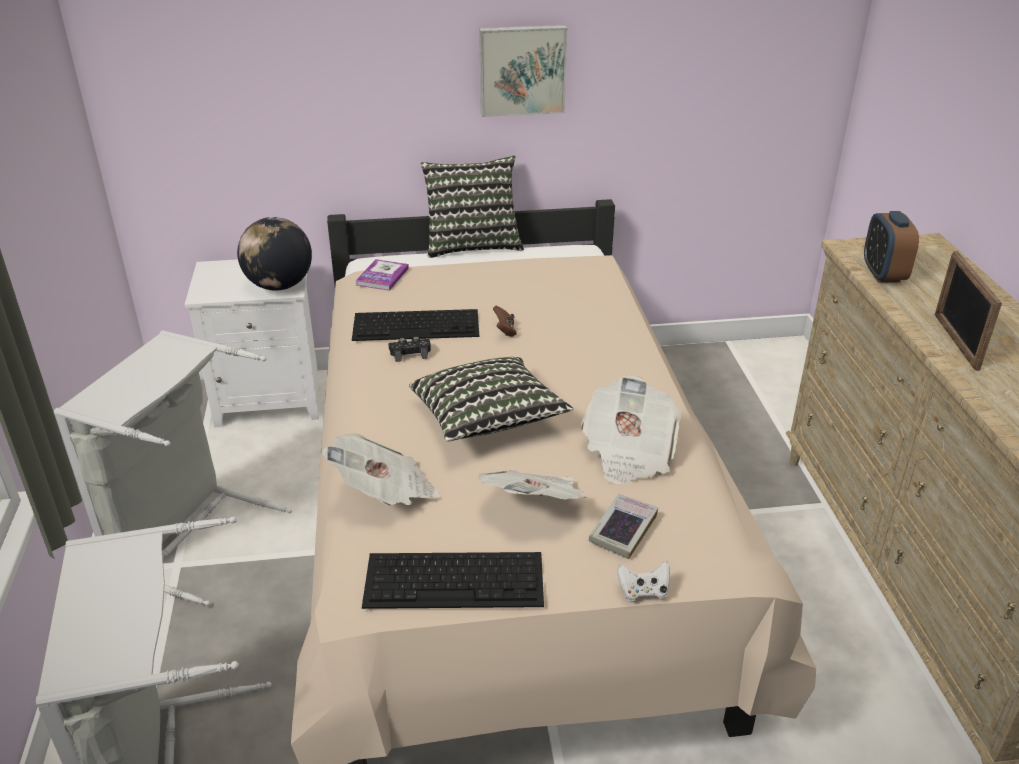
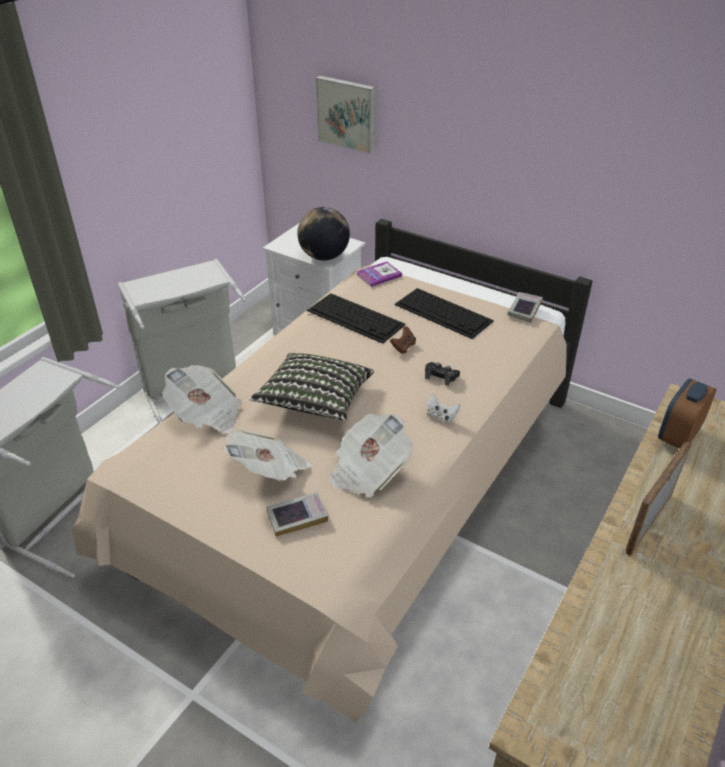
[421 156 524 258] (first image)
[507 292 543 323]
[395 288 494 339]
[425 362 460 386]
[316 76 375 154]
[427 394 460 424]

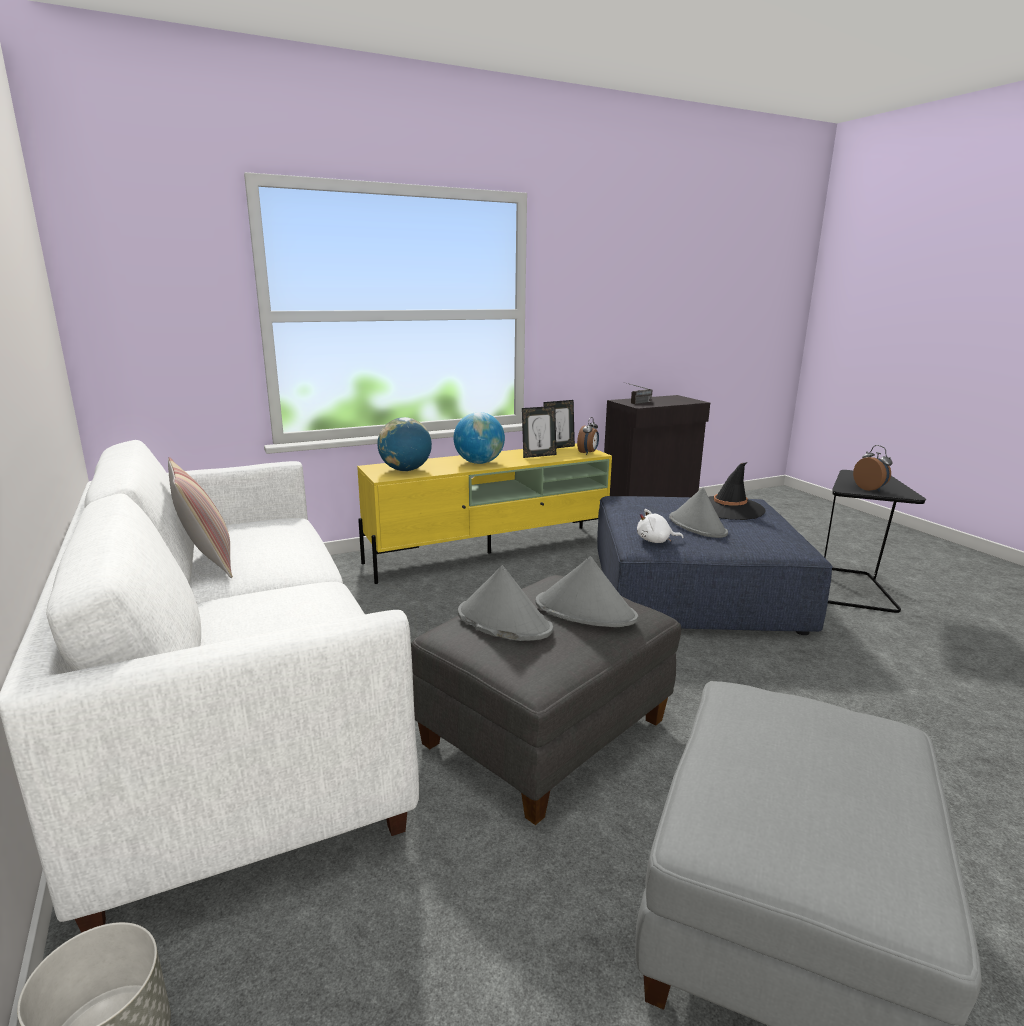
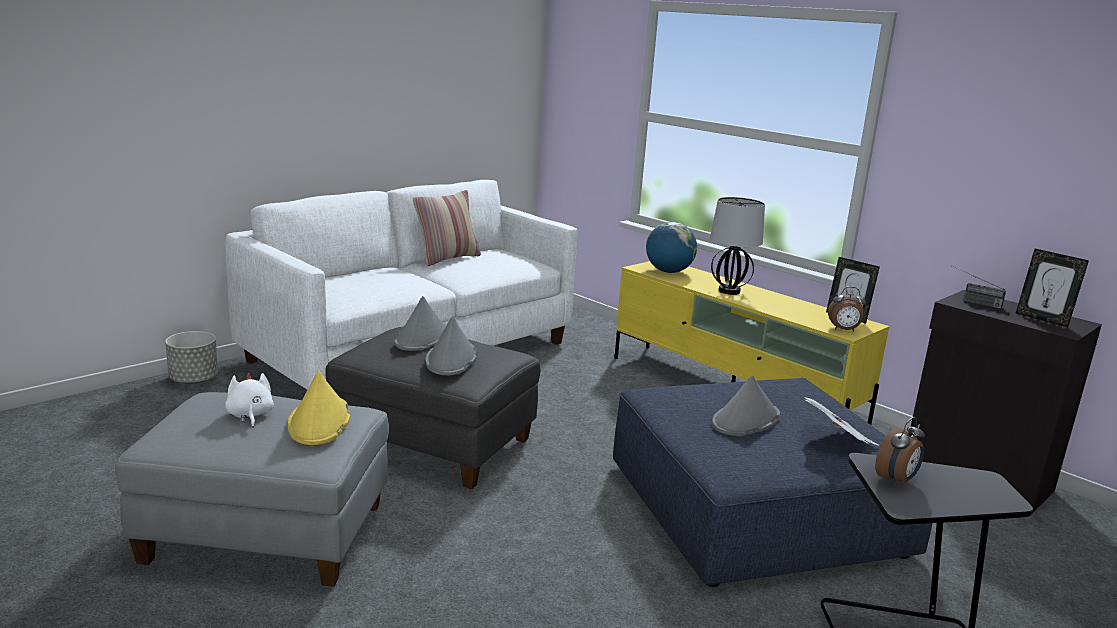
[288 371 351 445]
[1016 249 1089 327]
[225 373 274 428]
[710 197 765 295]
[804 397 879 445]

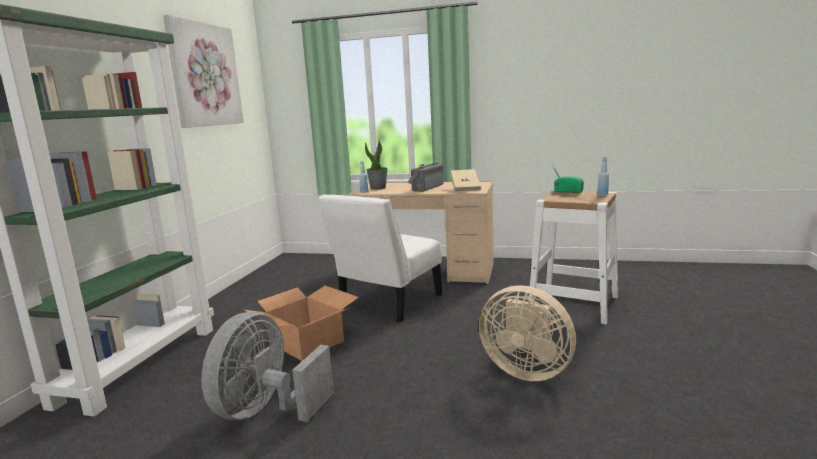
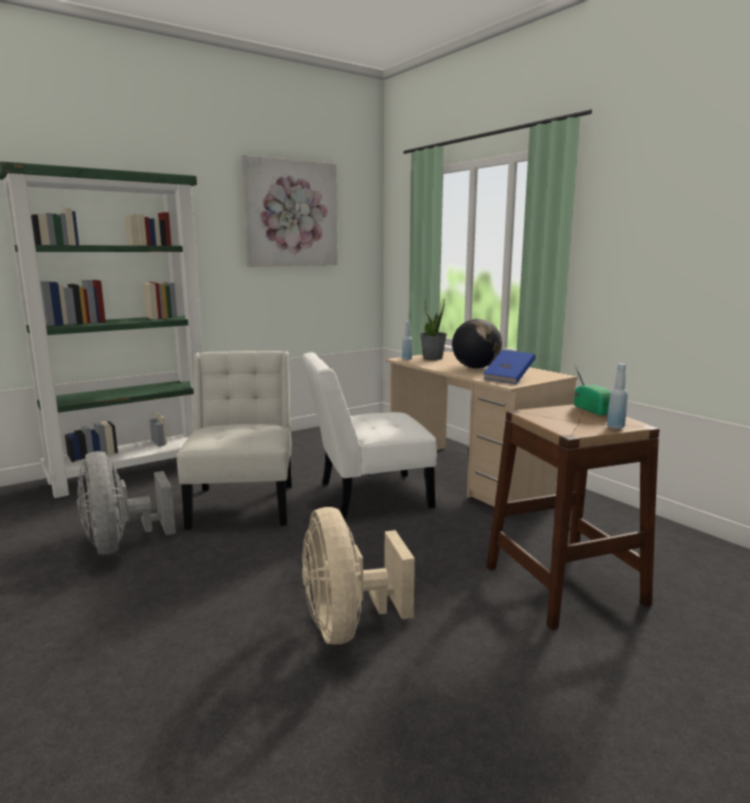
[177 351 292 530]
[452 319 502 368]
[483 350 536 384]
[486 404 659 630]
[77 451 176 555]

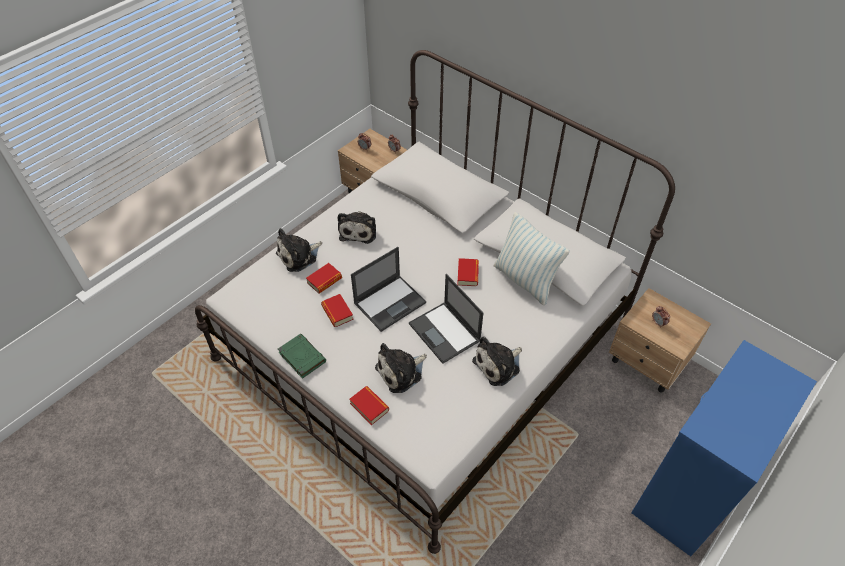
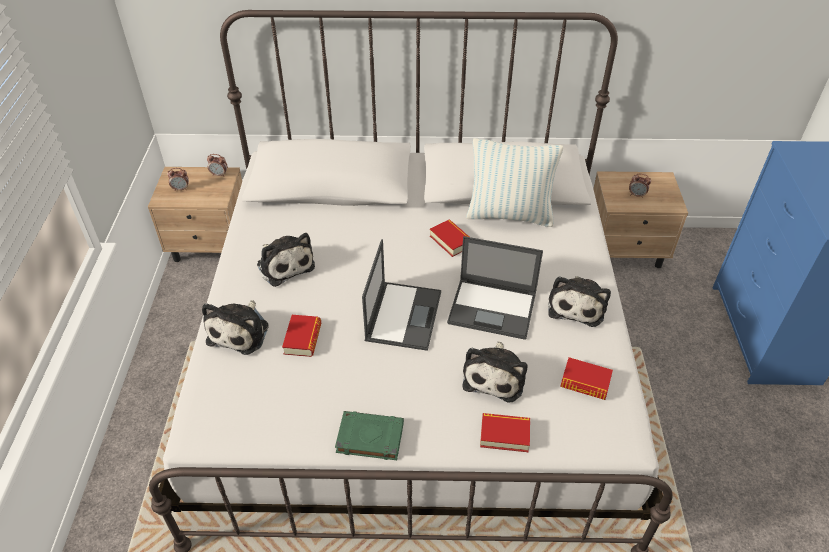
[560 357 613 400]

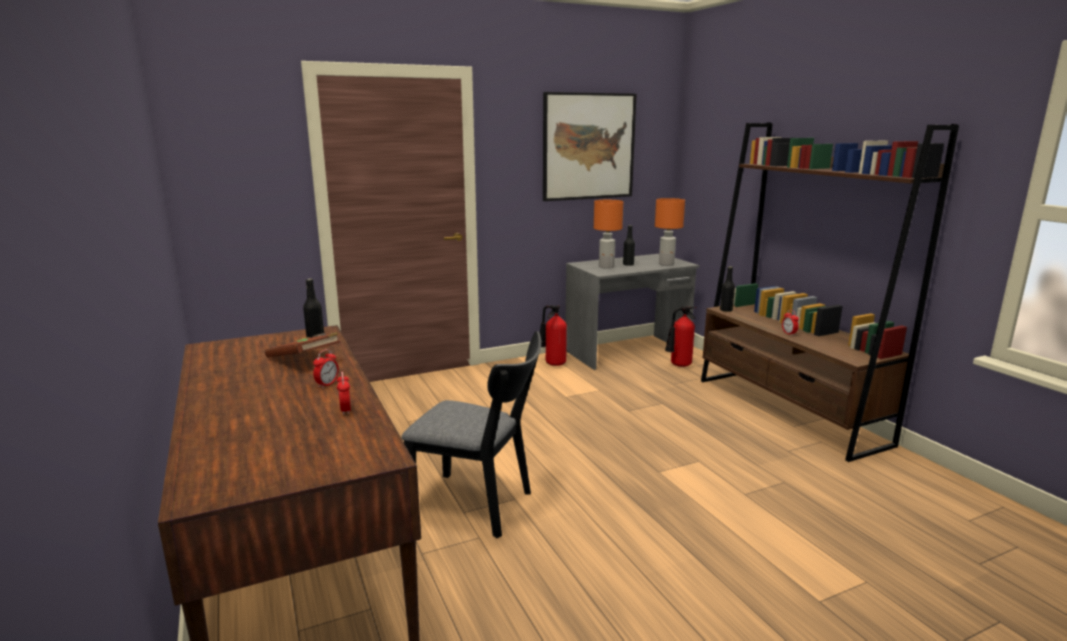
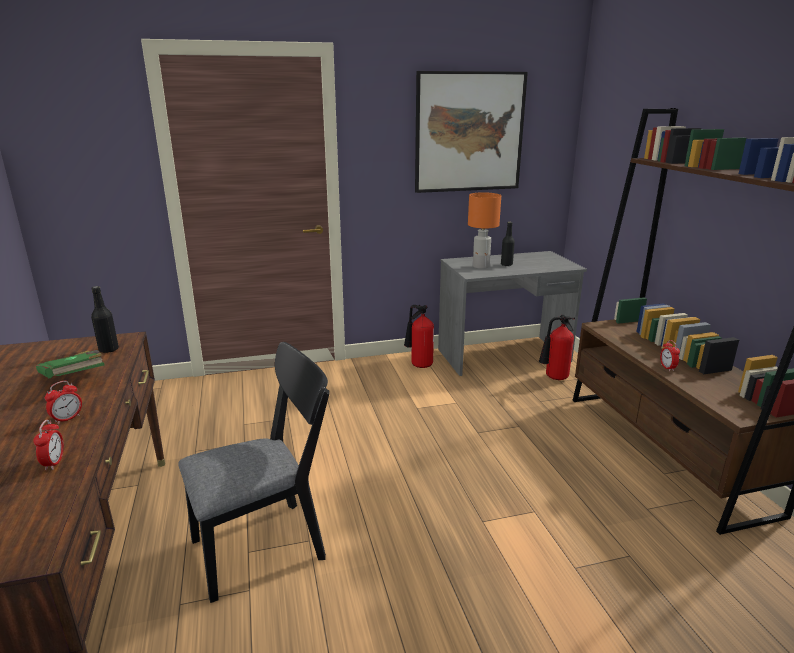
[655 198 685 266] (first image)
[720 266 735 312] (first image)
[36 350 105 378]
[178 342 330 603]

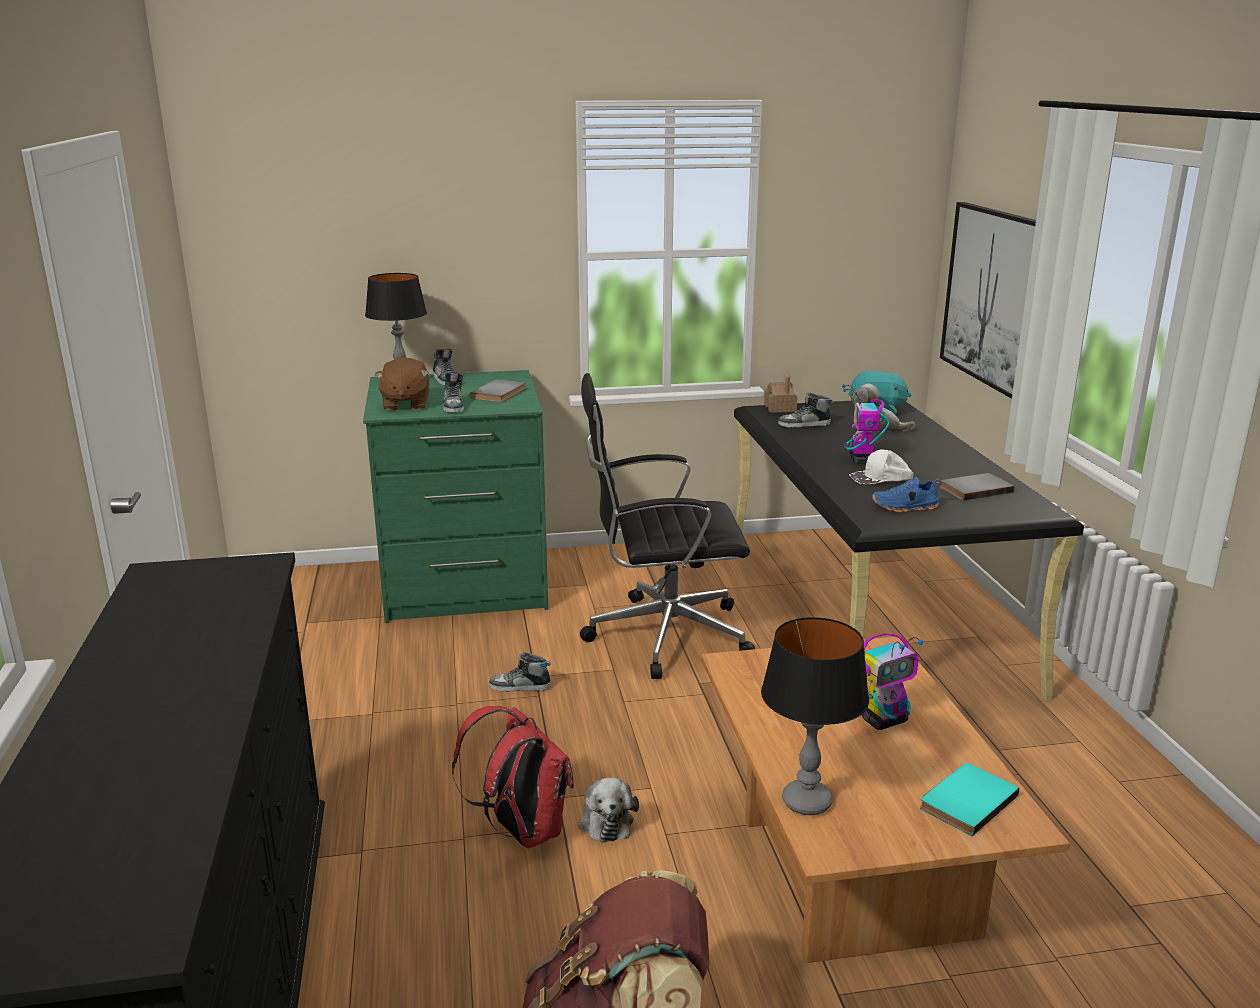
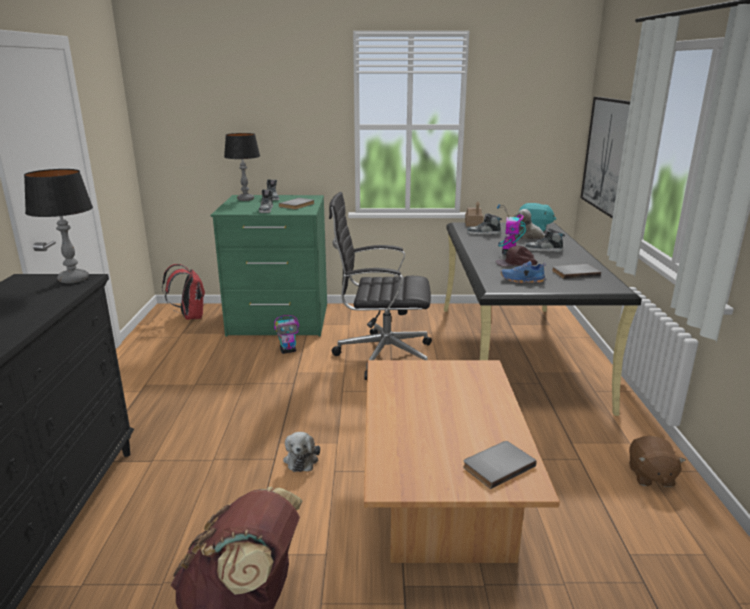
[629 436 686 487]
[162 264 205 320]
[525 228 565 252]
[24 169 93 284]
[274 315 300 354]
[496 245 538 267]
[463 441 537 489]

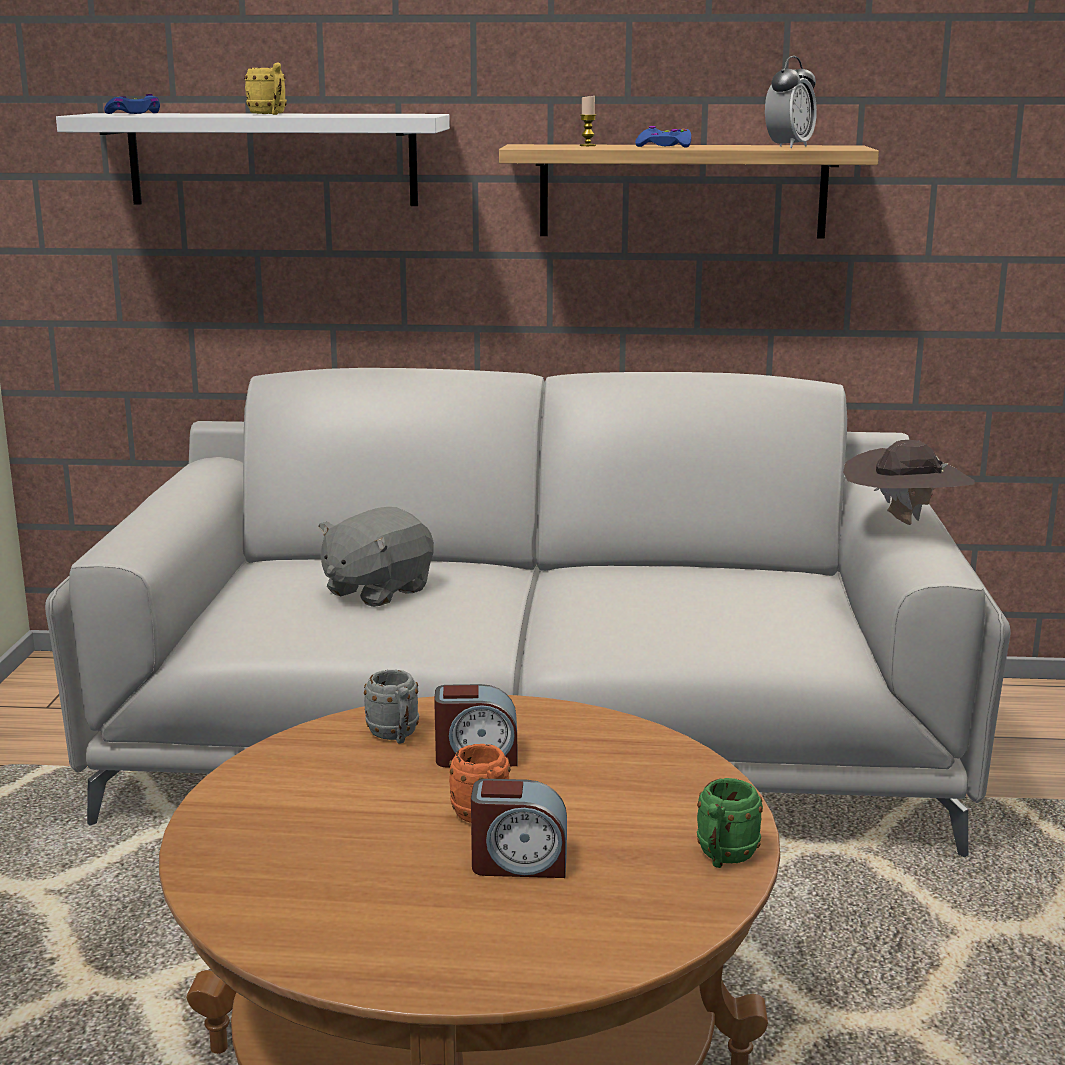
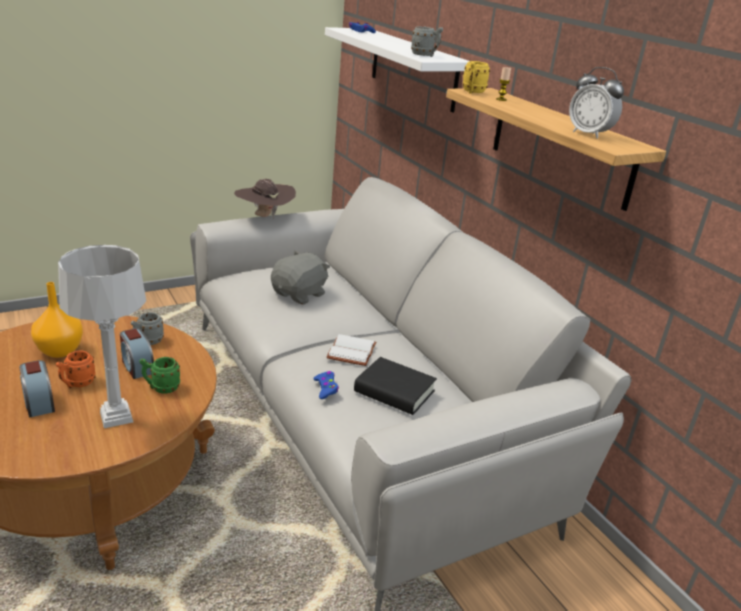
[31 282 83 358]
[58 245 146 428]
[327 334 376 366]
[354 357 437 415]
[411 26 443 57]
[463 61 490 94]
[313 371 339 399]
[140 357 180 394]
[234 179 296 219]
[271 251 330 305]
[569 67 624 139]

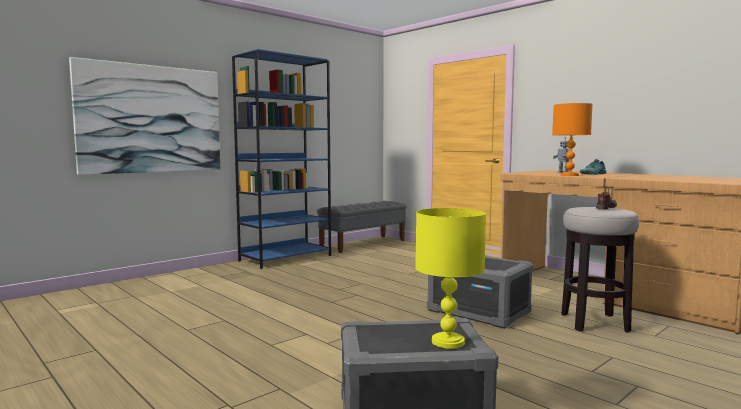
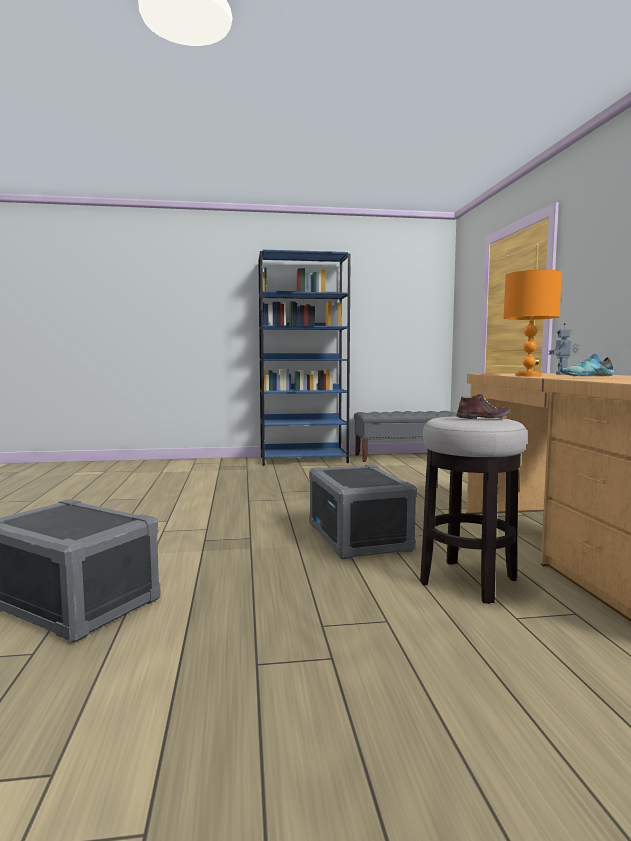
[69 57 220 175] (first image)
[415 208 486 349] (first image)

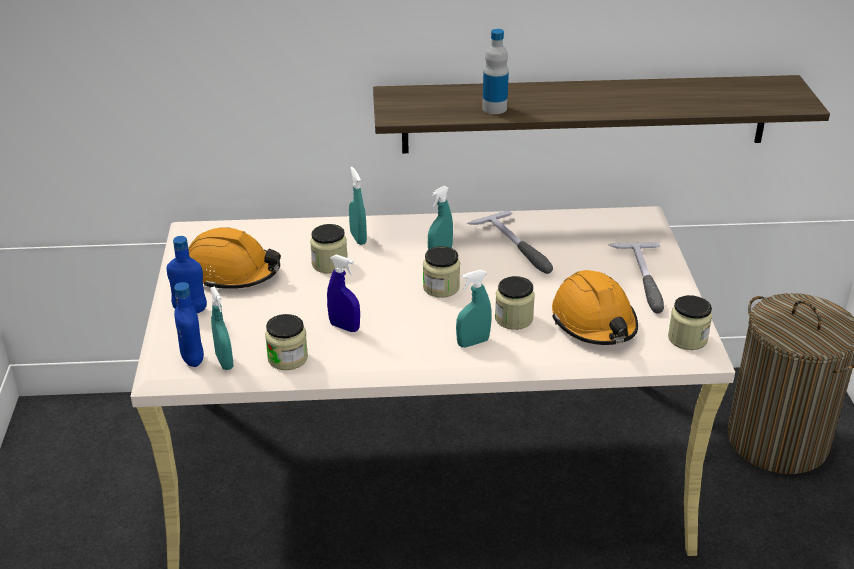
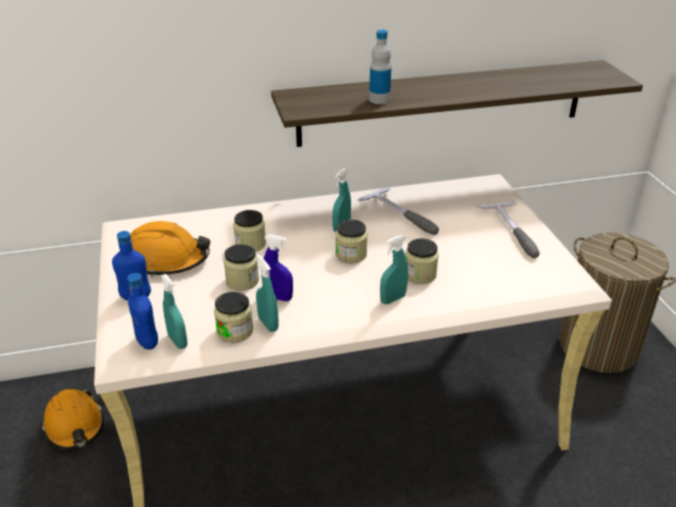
[256 254 279 332]
[42 389 104 450]
[224 244 259 291]

